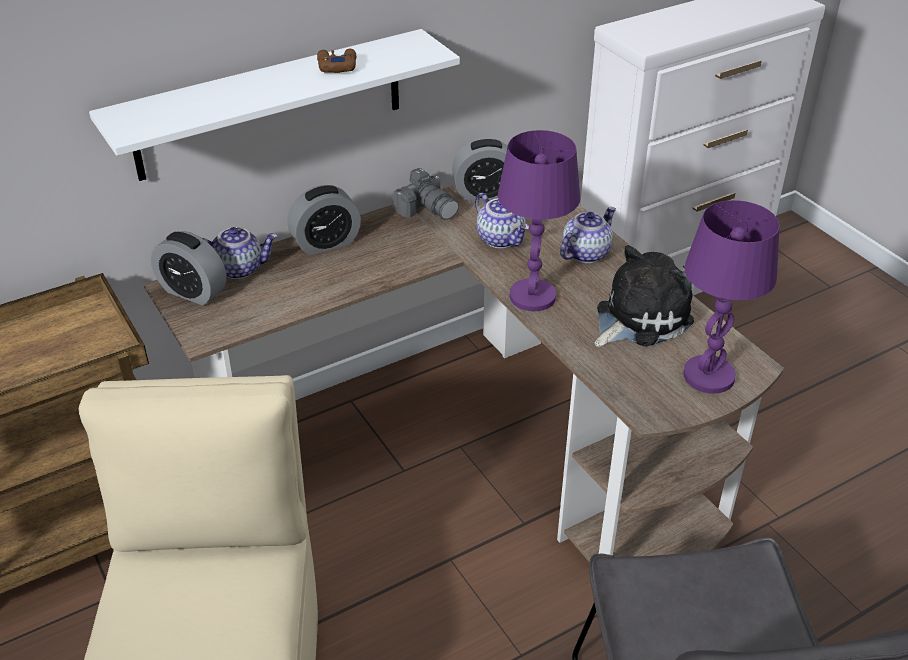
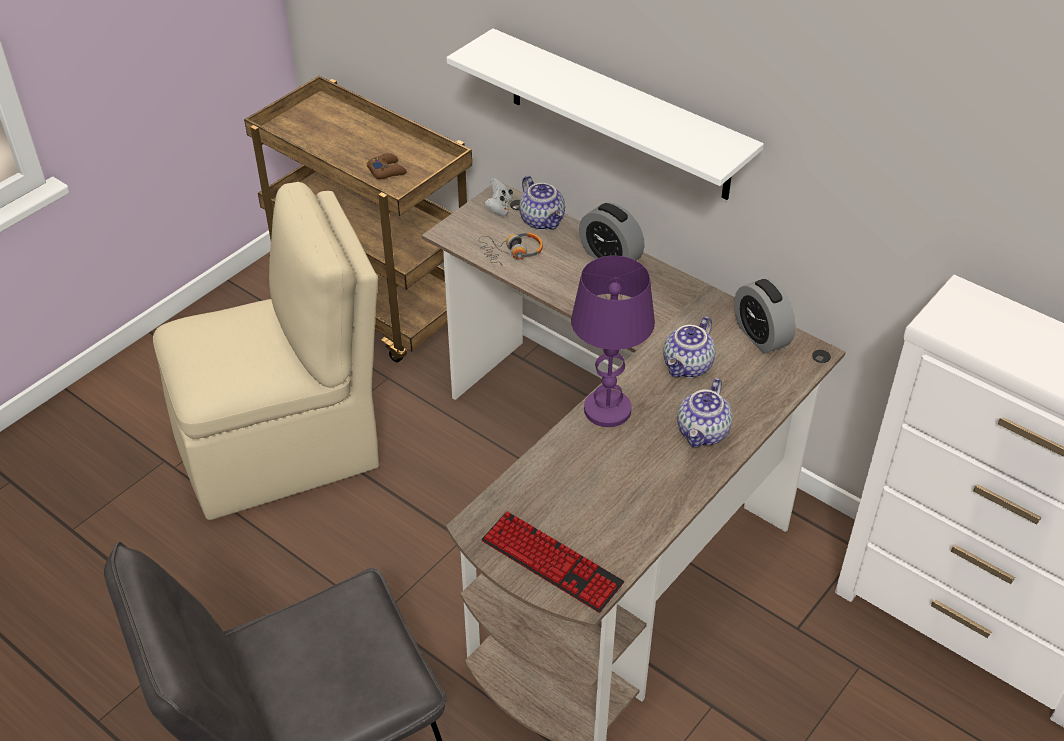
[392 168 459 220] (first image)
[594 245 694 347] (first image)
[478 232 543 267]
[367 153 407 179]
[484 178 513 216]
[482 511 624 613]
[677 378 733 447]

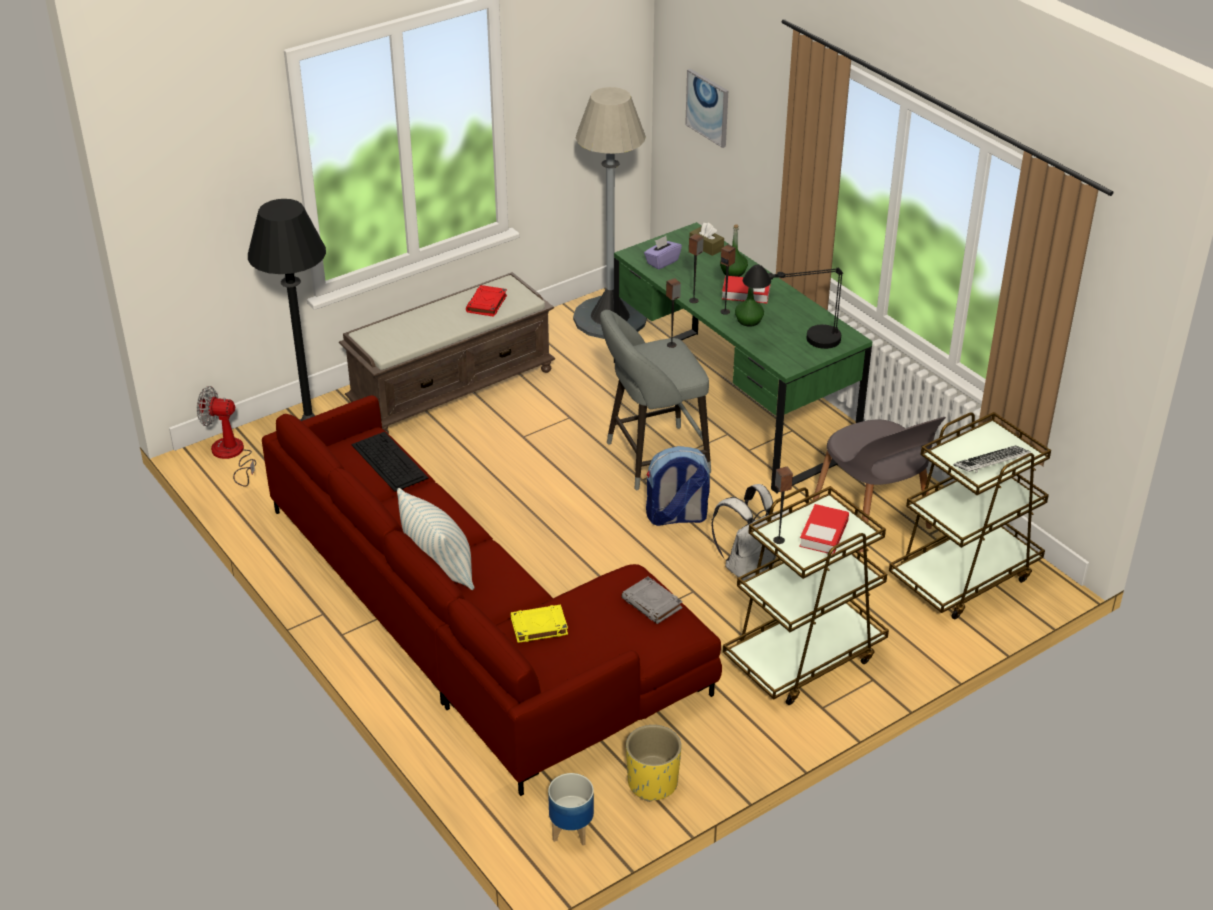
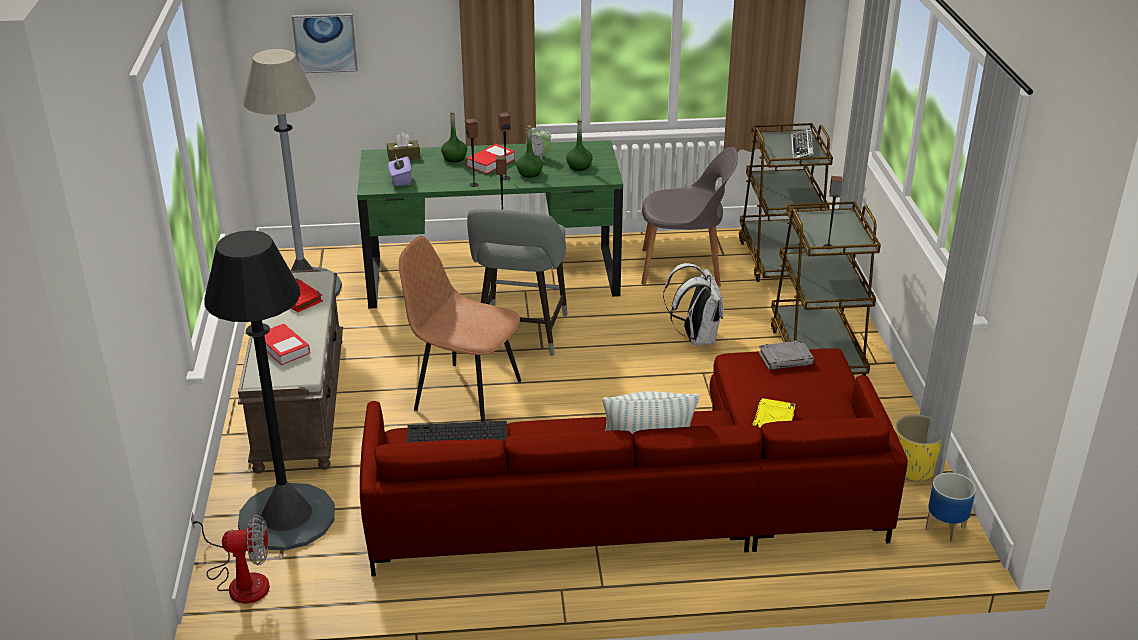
[646 446 710 526] (first image)
[399 236 521 422]
[526 125 551 162]
[264 323 310 365]
[566 119 593 171]
[191 512 270 604]

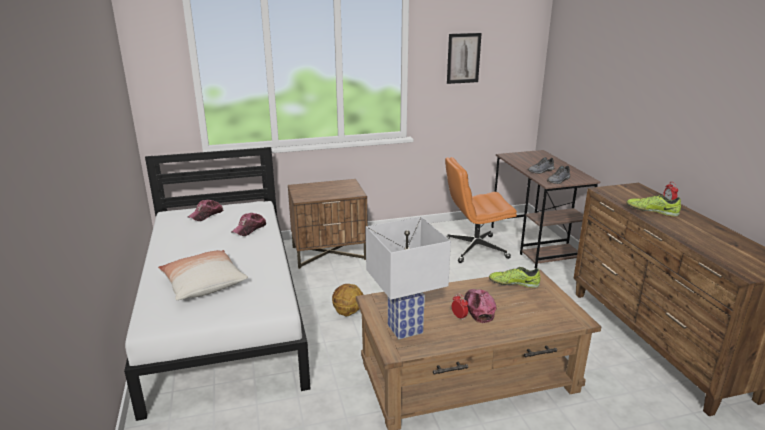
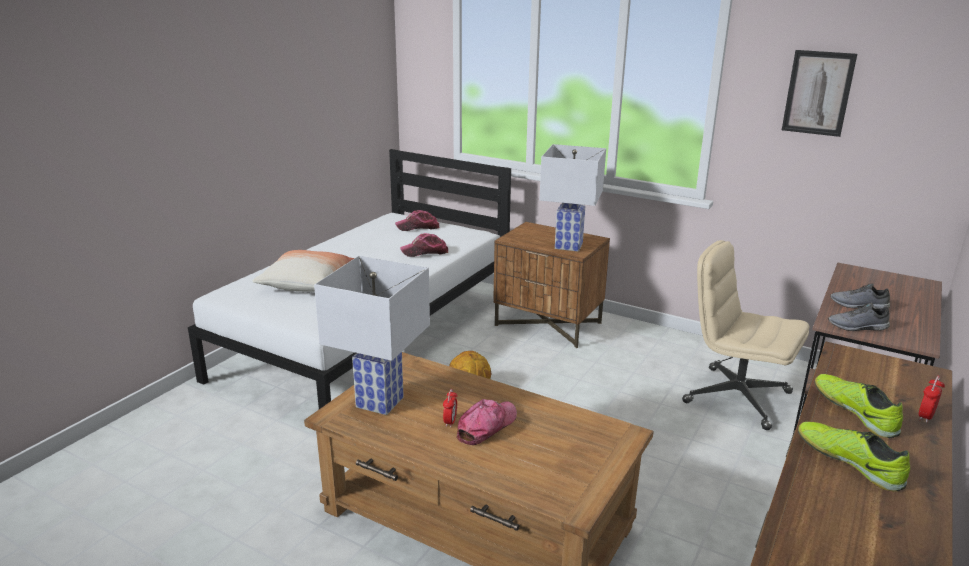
[540 144 606 252]
[798 422 910 491]
[682 240 809 430]

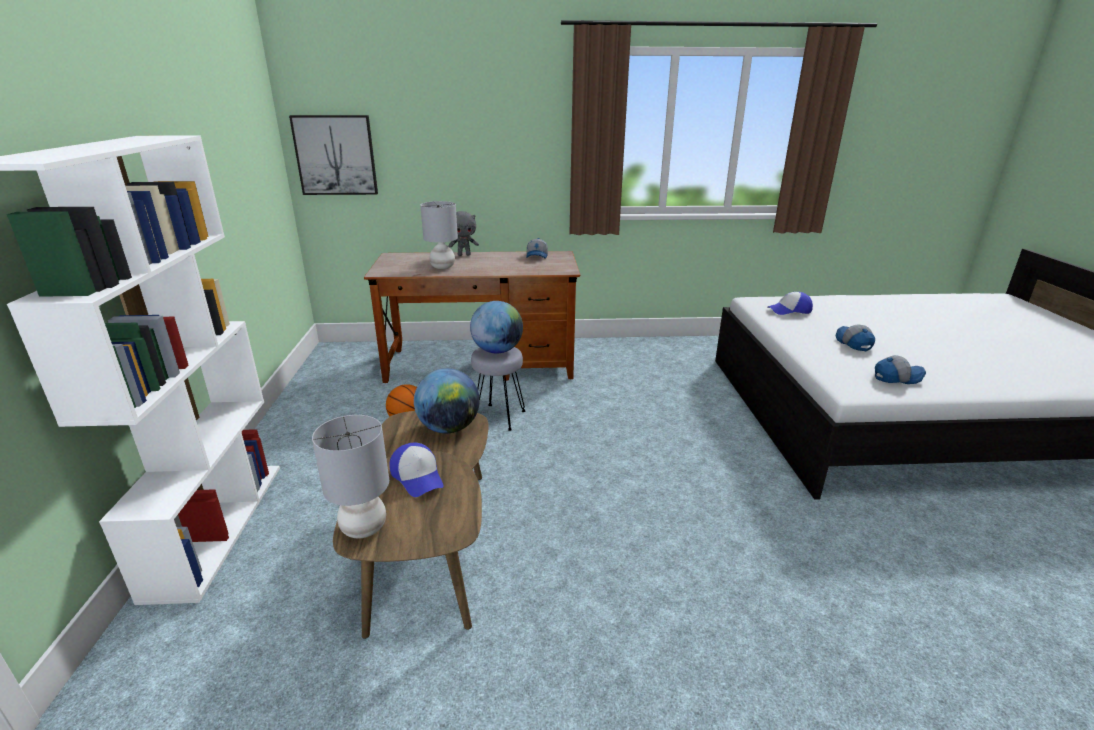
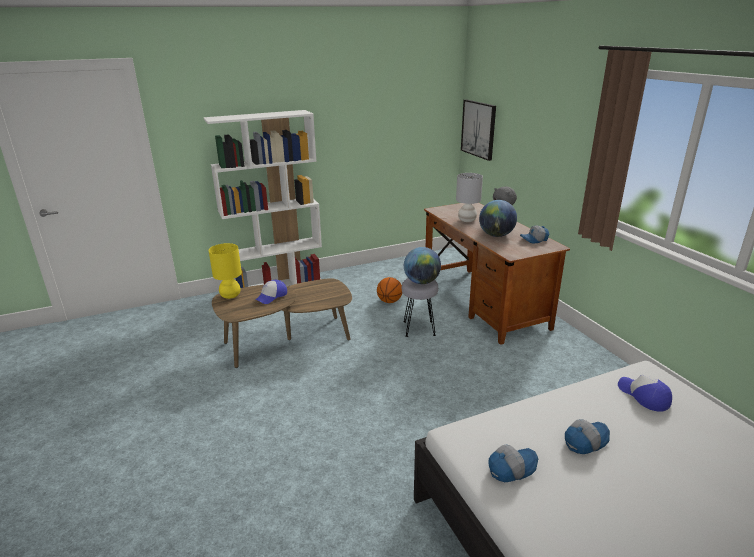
[479 200 517 237]
[209 243 242 299]
[488 445 538 482]

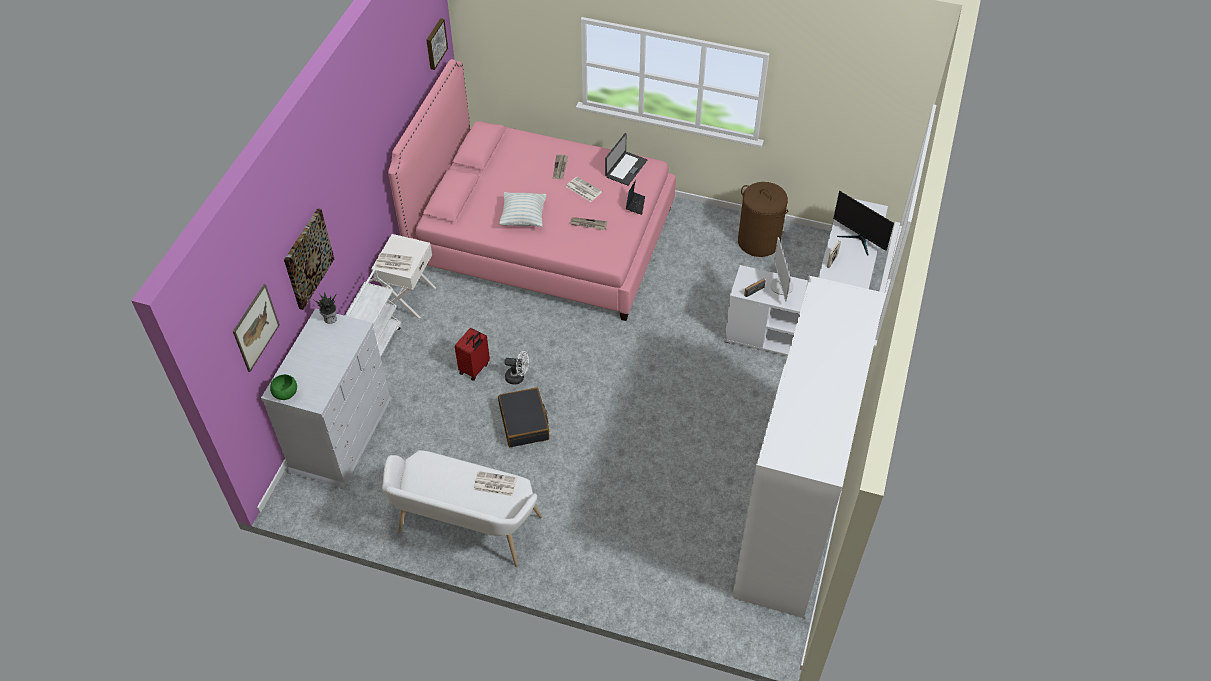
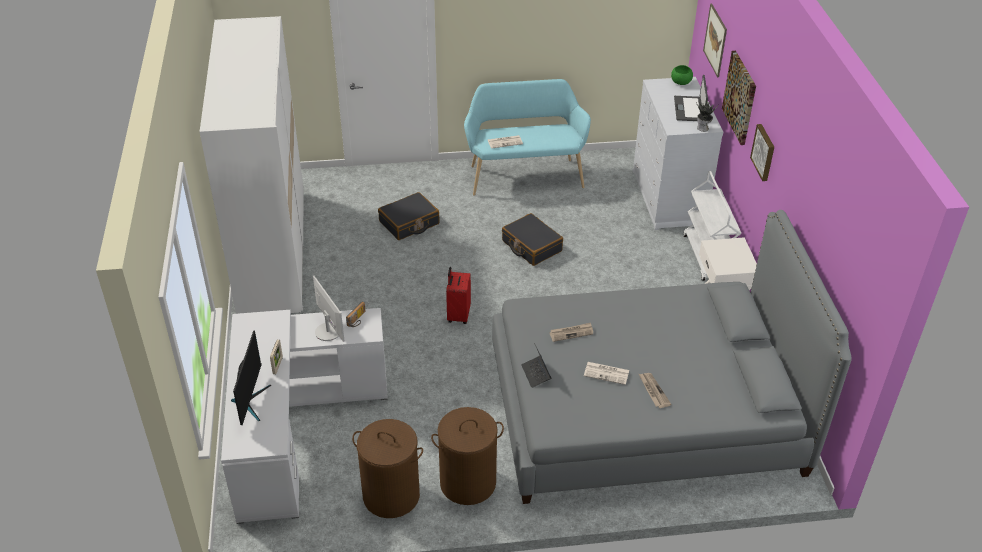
[375 253 414 272] (first image)
[499 192 547 227] (first image)
[505 351 529 385] (first image)
[378 192 440 240]
[431 407 504 505]
[750 124 774 181]
[446 267 471 324]
[674 75 708 121]
[464 79 591 196]
[492 210 852 504]
[231 331 271 425]

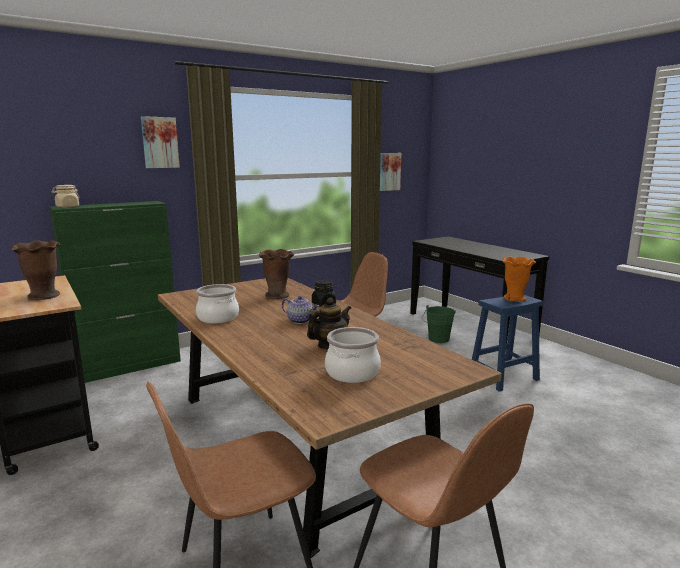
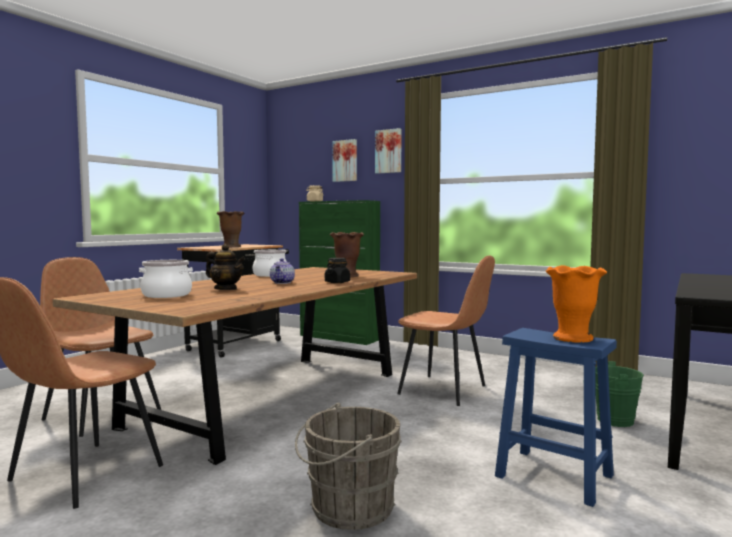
[295 403 402 530]
[332 139 357 182]

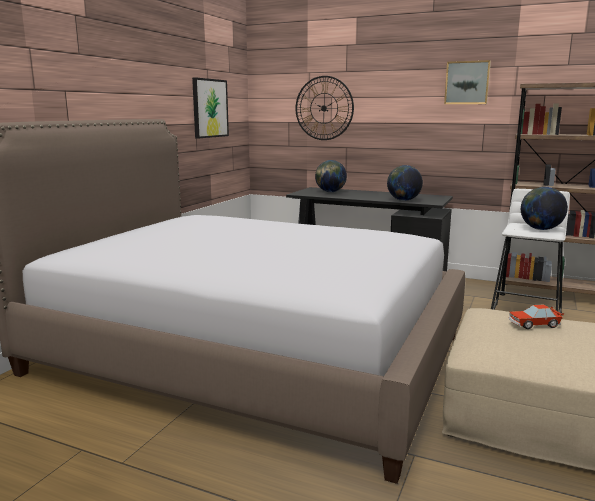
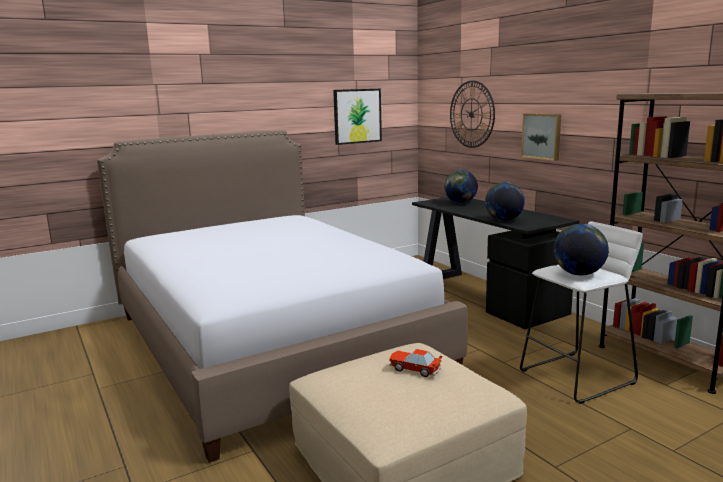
[521 114 561 161]

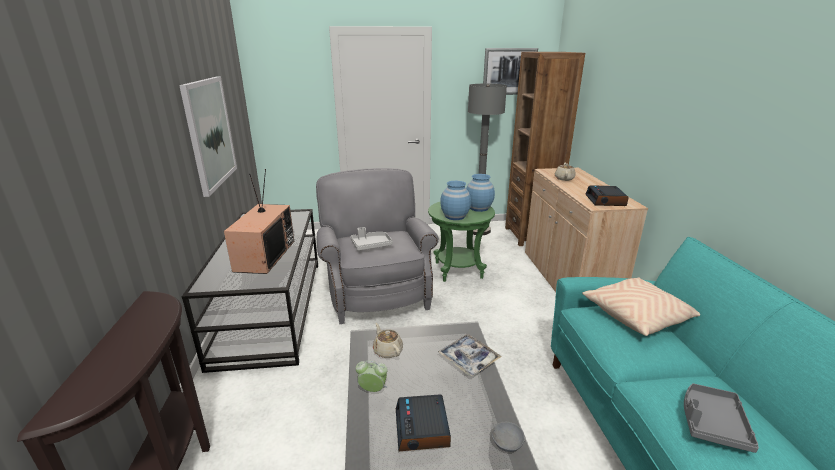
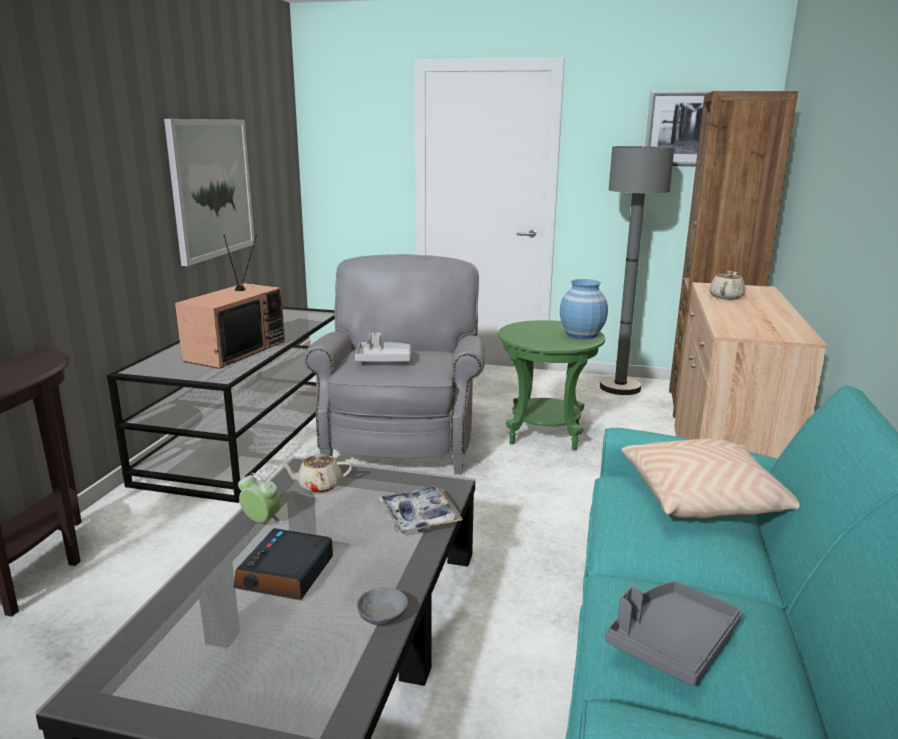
[440 181 471 220] (first image)
[586 185 629 206] (first image)
[280 454 353 493]

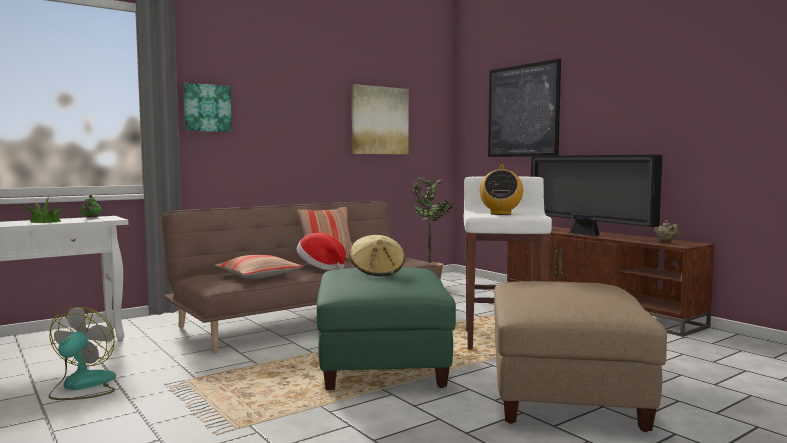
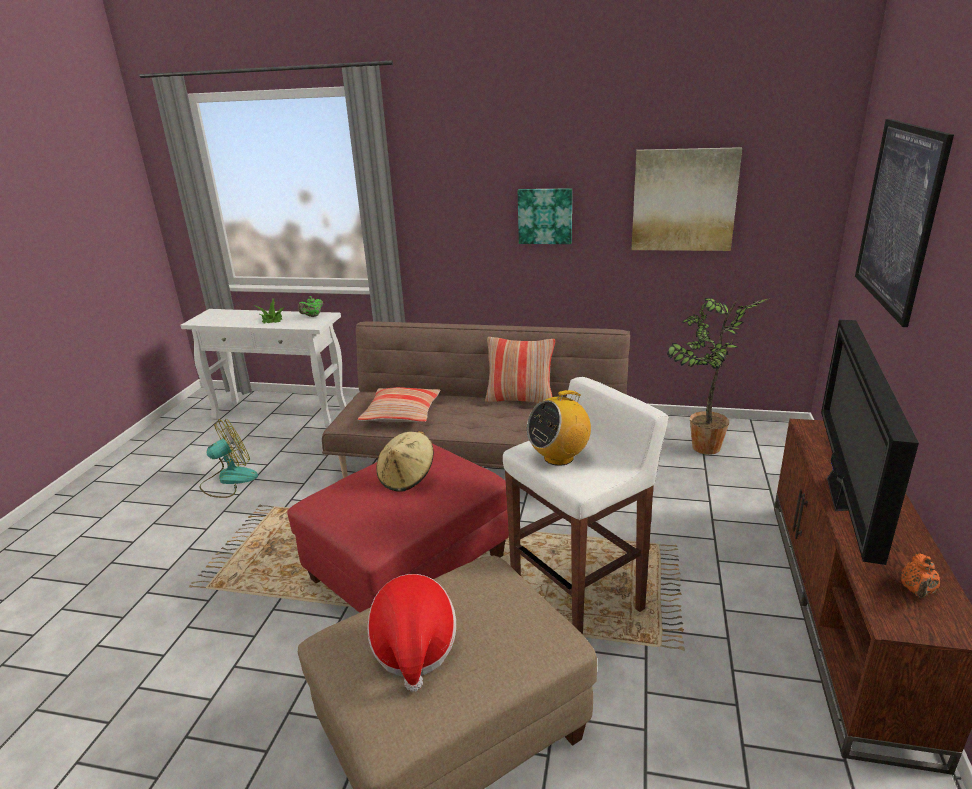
[518 188 572 244]
[367 574 456 692]
[287 444 509 613]
[901 554 940 598]

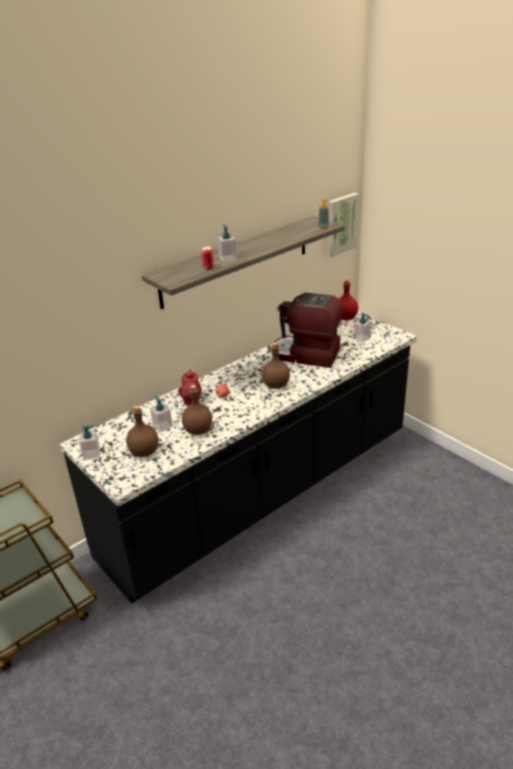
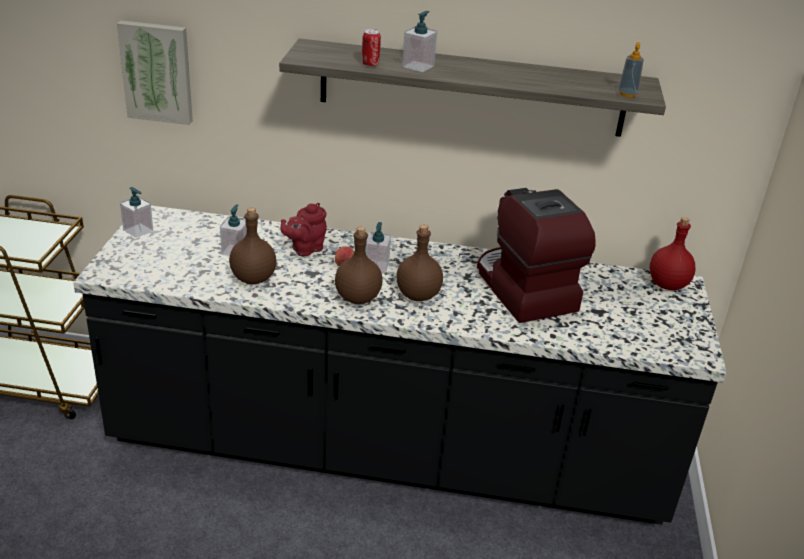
[335 227 383 304]
[117 20 193 125]
[365 222 391 274]

